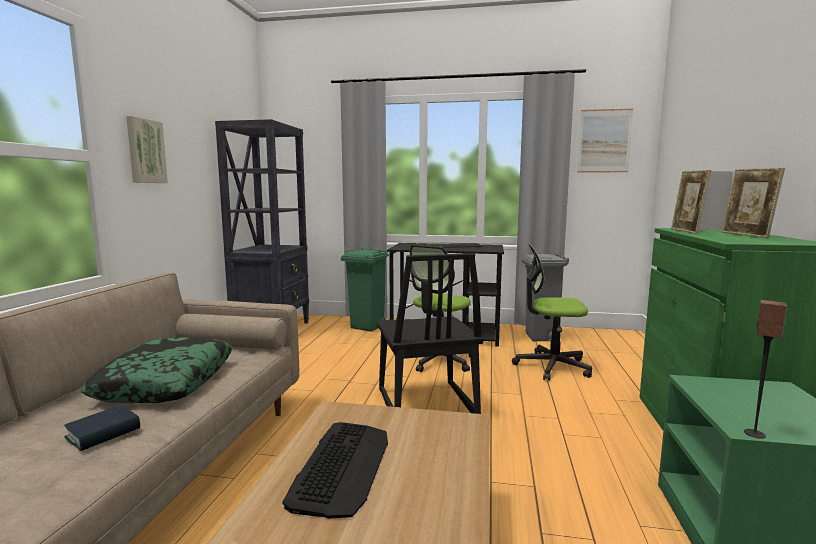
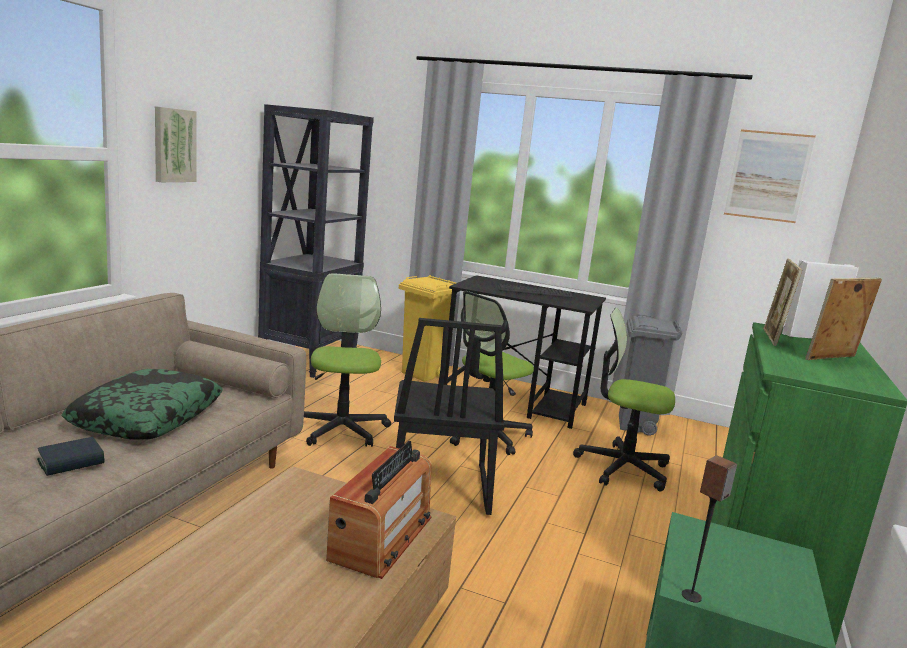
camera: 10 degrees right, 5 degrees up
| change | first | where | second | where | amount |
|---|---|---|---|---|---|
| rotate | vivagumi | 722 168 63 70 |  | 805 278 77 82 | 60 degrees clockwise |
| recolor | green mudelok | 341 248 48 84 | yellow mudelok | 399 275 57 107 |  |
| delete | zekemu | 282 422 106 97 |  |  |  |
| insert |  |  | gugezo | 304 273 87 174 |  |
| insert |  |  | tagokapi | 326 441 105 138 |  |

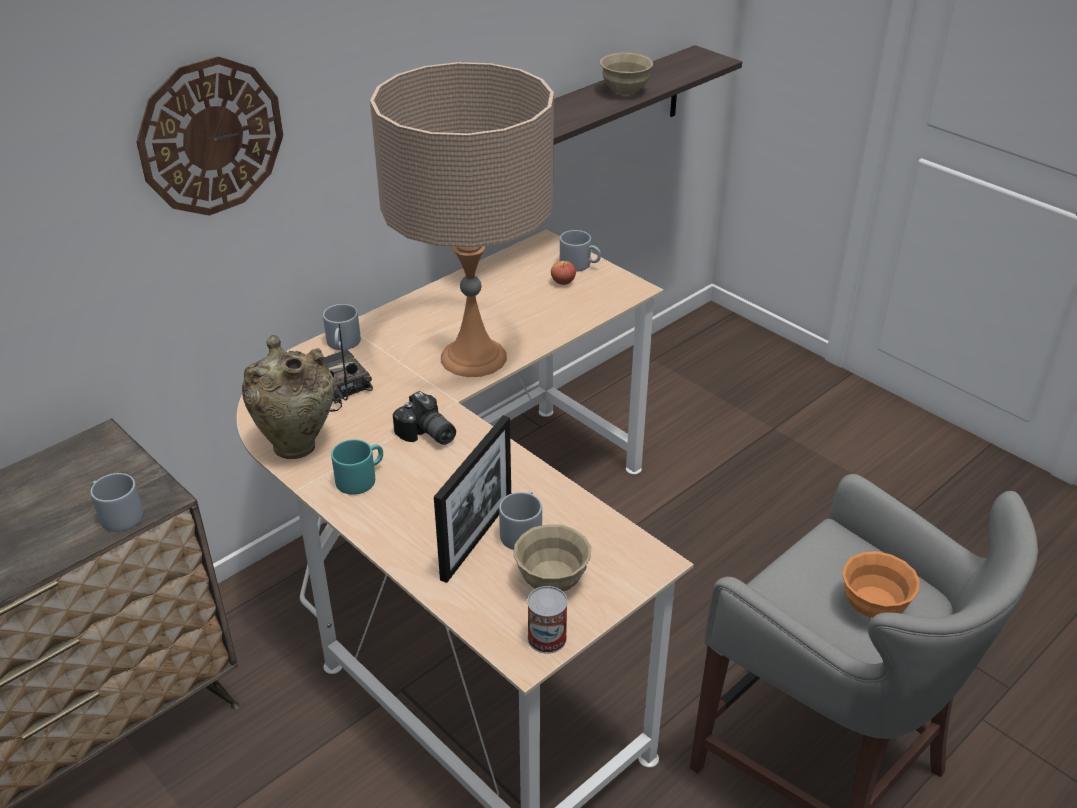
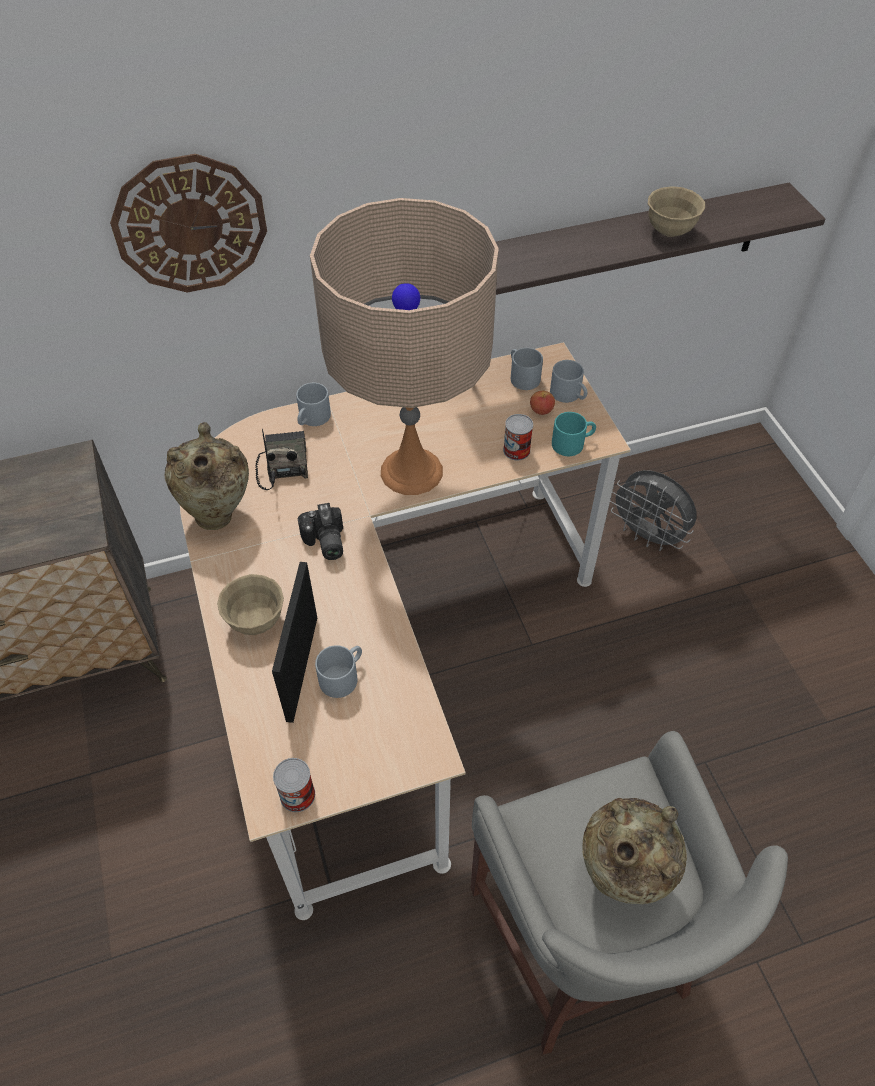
camera: 25 degrees right, 15 degrees up
| change | first | where | second | where | amount |
|---|---|---|---|---|---|
| rotate | vivagumi | 434 416 77 167 |  | 272 562 45 161 | 135 degrees clockwise |
| move | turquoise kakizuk | 331 439 52 56 |  | 552 412 44 44 |  |
| move | grey kakizuk | 91 473 53 59 |  | 511 348 32 42 |  |
| move | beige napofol | 513 524 78 67 |  | 217 574 67 61 |  |
| replace | orange napofol | 842 551 78 67 | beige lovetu | 582 798 105 106 |  |
| insert |  |  | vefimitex | 503 414 30 47 |  |
| insert |  |  | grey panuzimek | 610 470 87 81 |  |

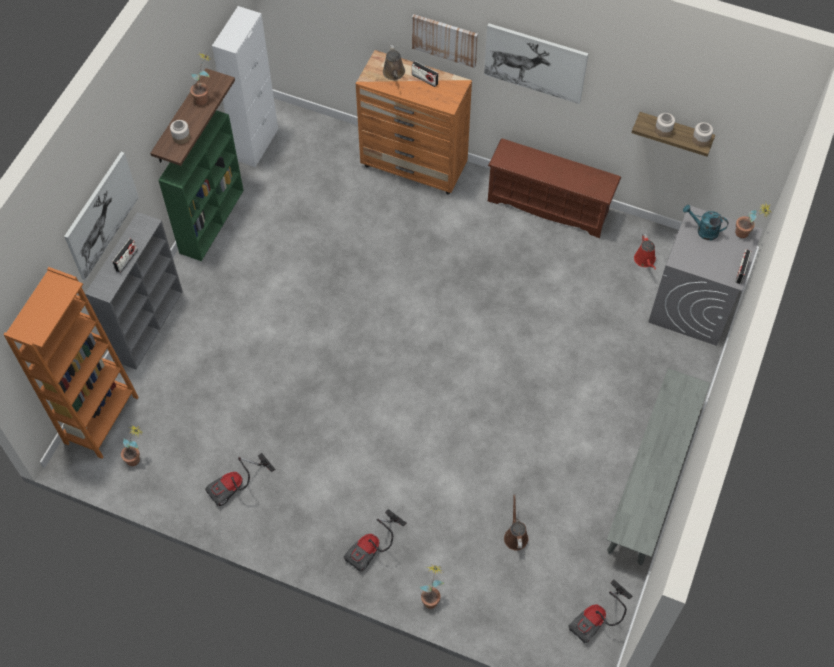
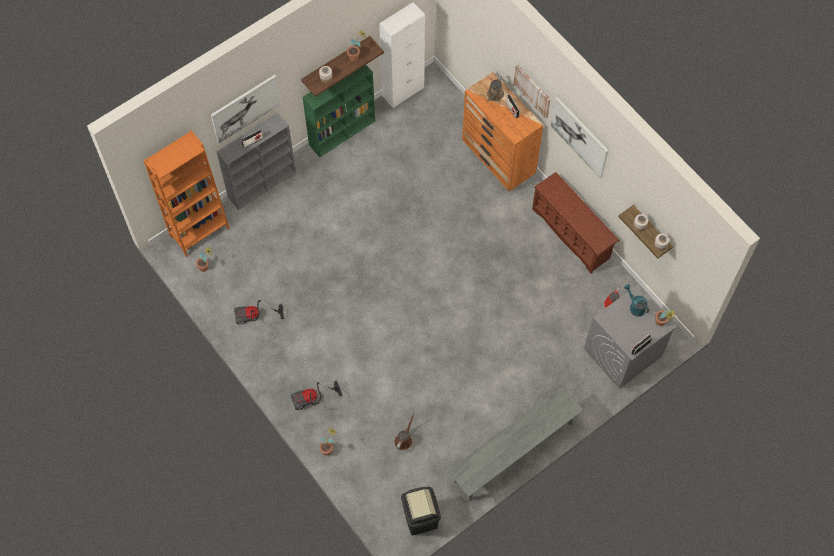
camera: 30 degrees right, 5 degrees up
| change | first | where | second | where | amount |
|---|---|---|---|---|---|
| replace | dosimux | 568 579 65 65 | black mudelok | 401 487 40 48 |  |

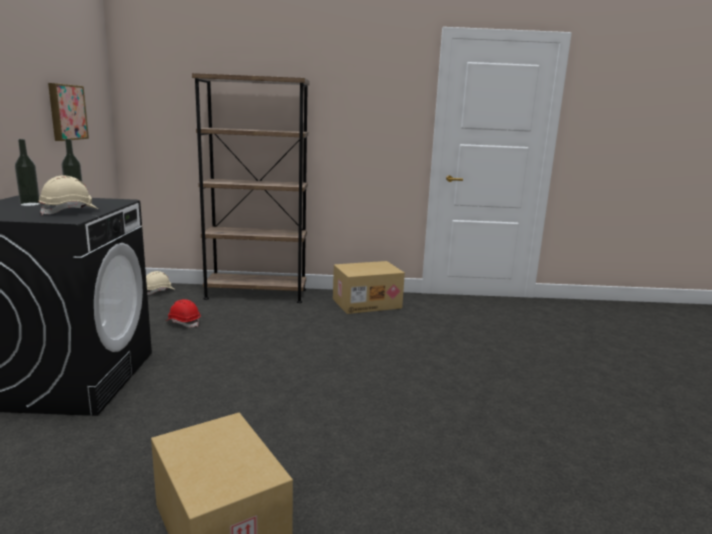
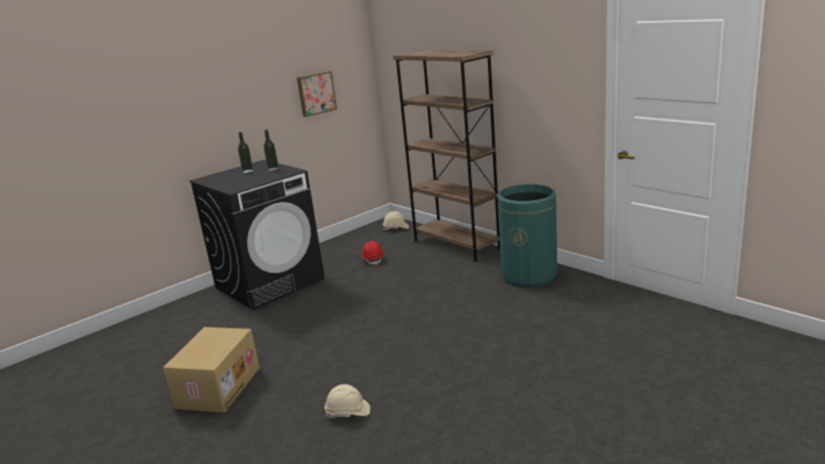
camera: 50 degrees right, 5 degrees up
| change | first | where | second | where | amount |
|---|---|---|---|---|---|
| move | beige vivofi | 39 175 61 40 |  | 325 384 45 35 |  |
| replace | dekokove | 333 261 72 53 | green mudelok | 497 184 60 103 |  |

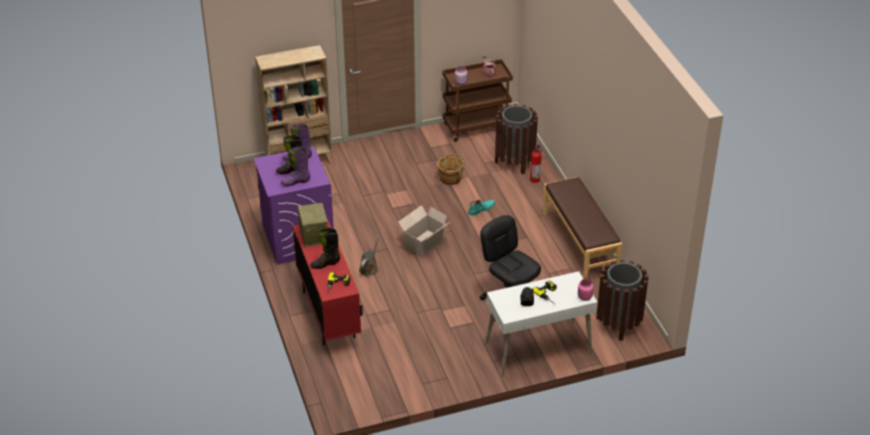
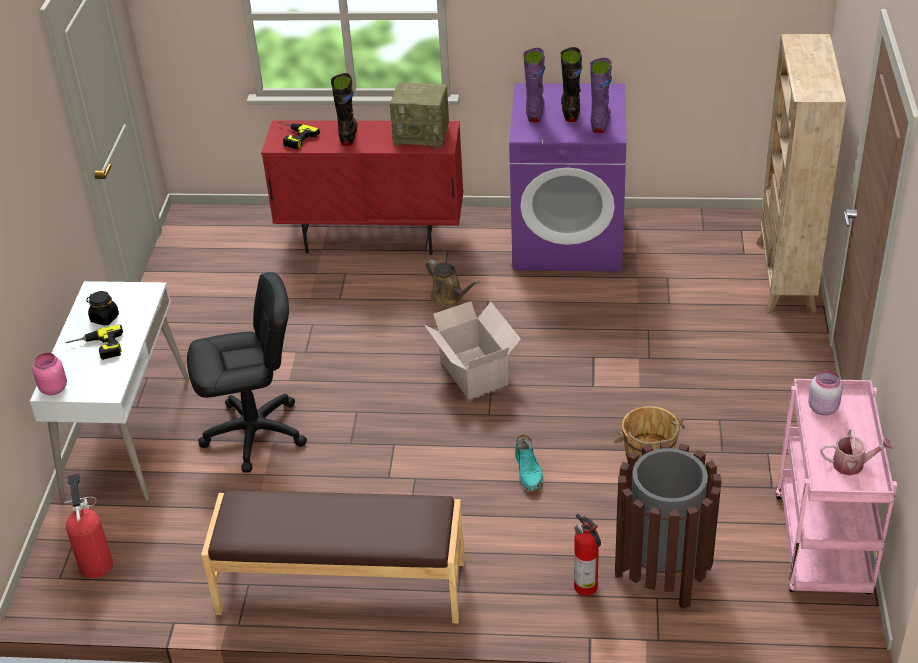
camera: 115 degrees right, 0 degrees up
| change | first | where | second | where | amount |
|---|---|---|---|---|---|
| recolor | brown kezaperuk | 442 59 71 83 | pink kezaperuk | 776 379 121 215 |  |
| replace | brown mudelok | 596 260 53 80 | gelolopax | 64 473 49 105 |  |

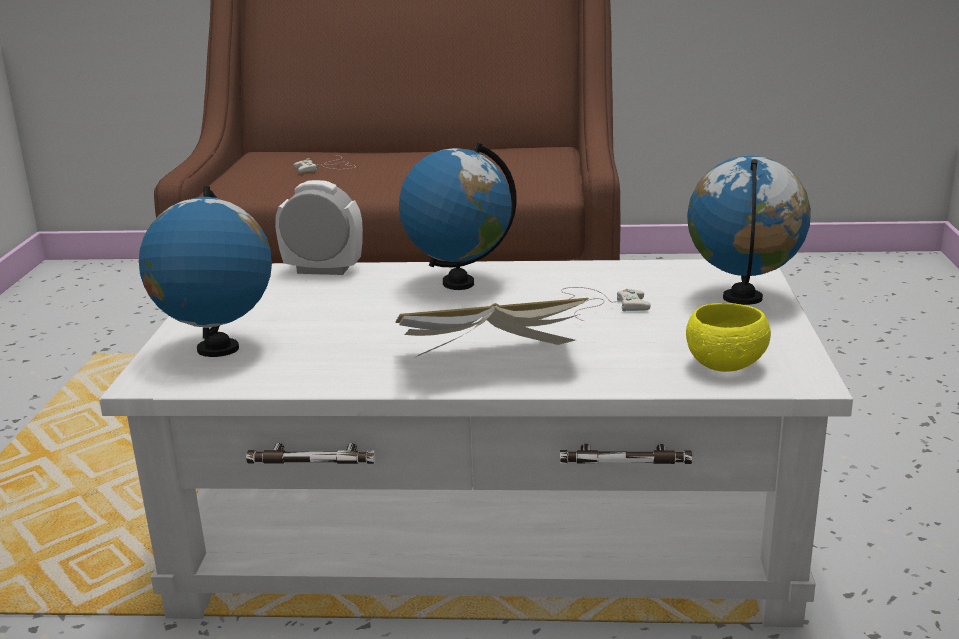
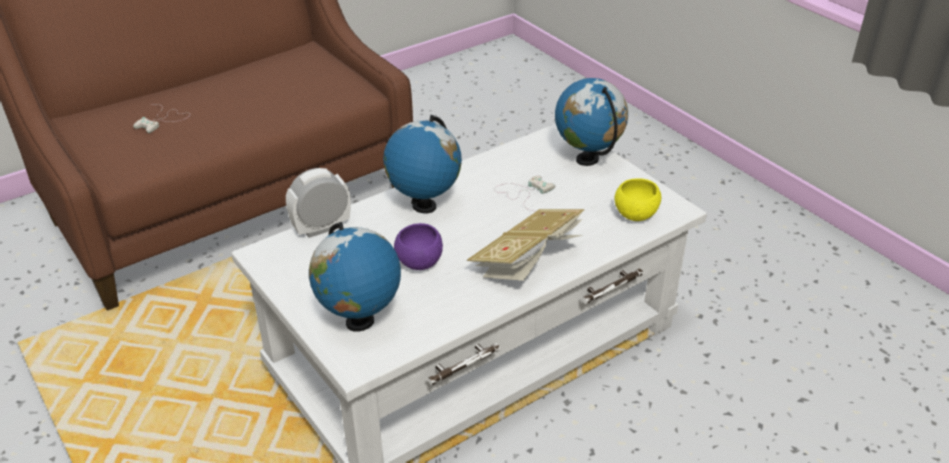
camera: 40 degrees left, 15 degrees up
| change | first | where | second | where | amount |
|---|---|---|---|---|---|
| insert |  |  | purple napofol | 394 223 49 47 |  |

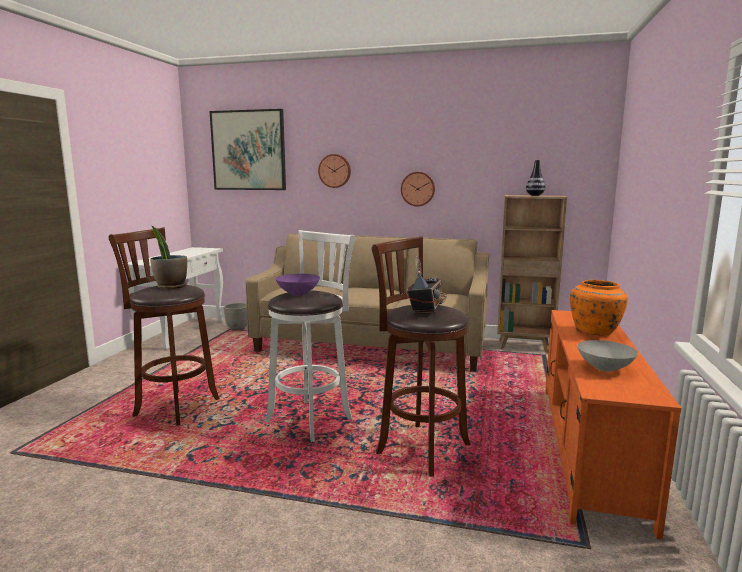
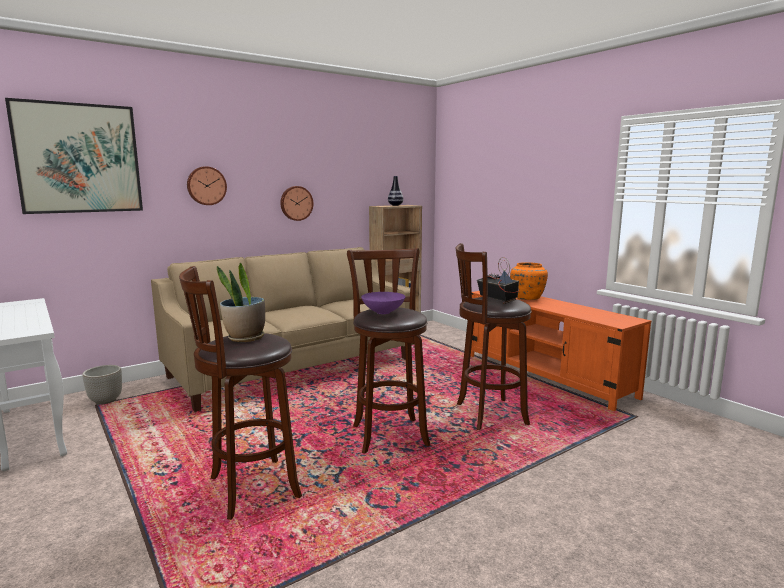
camera: 50 degrees left, 0 degrees up
| change | first | where | second | where | amount |
|---|---|---|---|---|---|
| recolor | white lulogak | 265 230 90 212 | brown lulogak | 347 248 83 206 |  |
| delete | grey napofol | 577 340 61 32 |  |  |  |

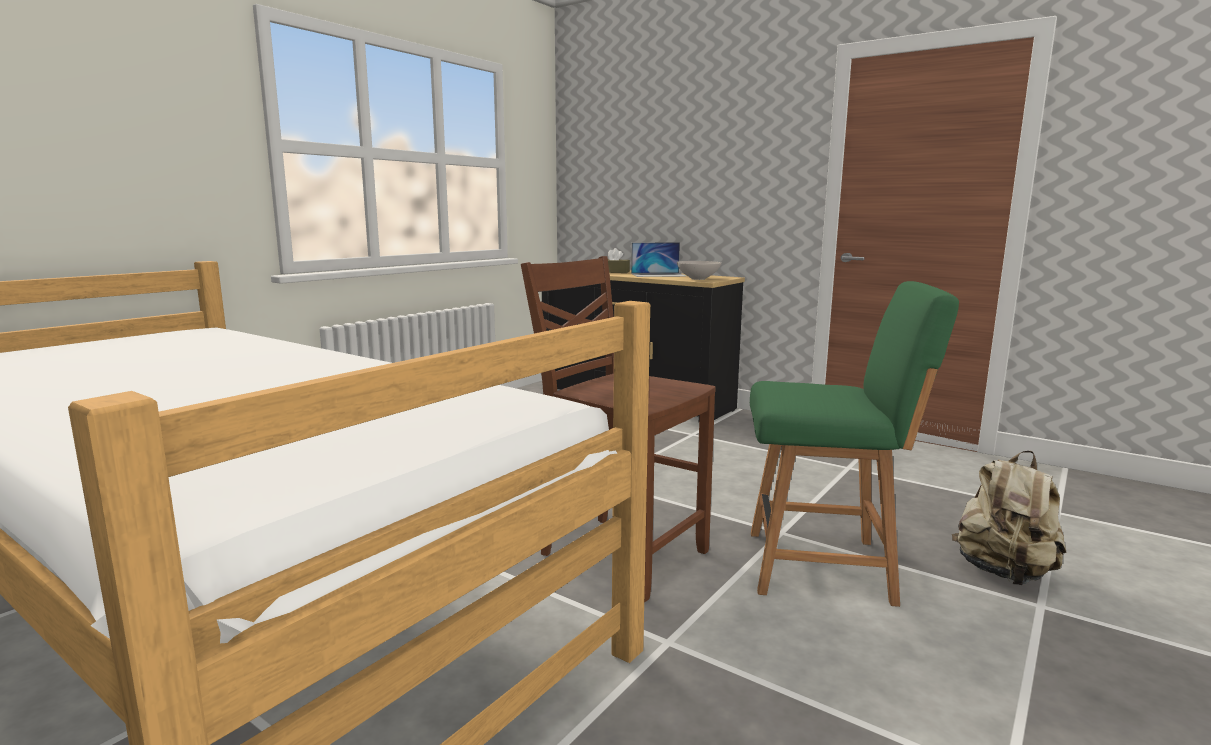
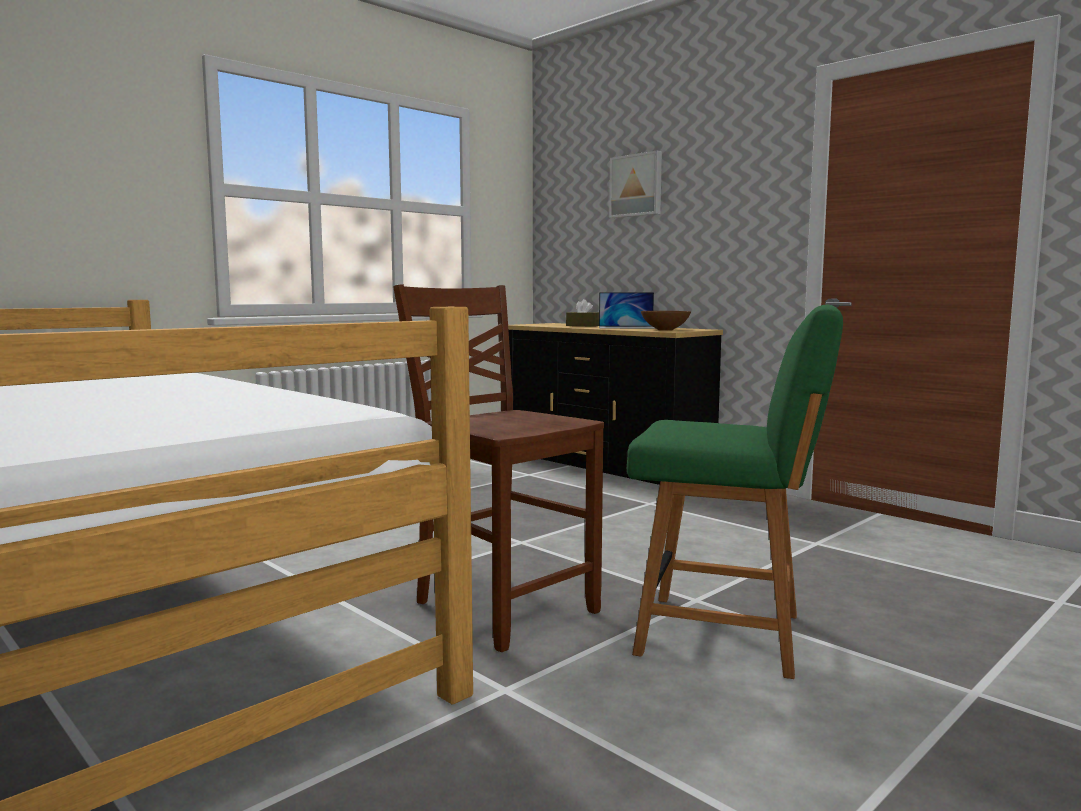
camera: 10 degrees right, 5 degrees down
| change | first | where | second | where | amount |
|---|---|---|---|---|---|
| recolor | white napofol | 677 261 44 19 | brown napofol | 641 311 50 20 |  |
| delete | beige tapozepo | 952 450 114 135 |  |  |  |
| insert |  |  | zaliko | 609 151 53 67 |  |

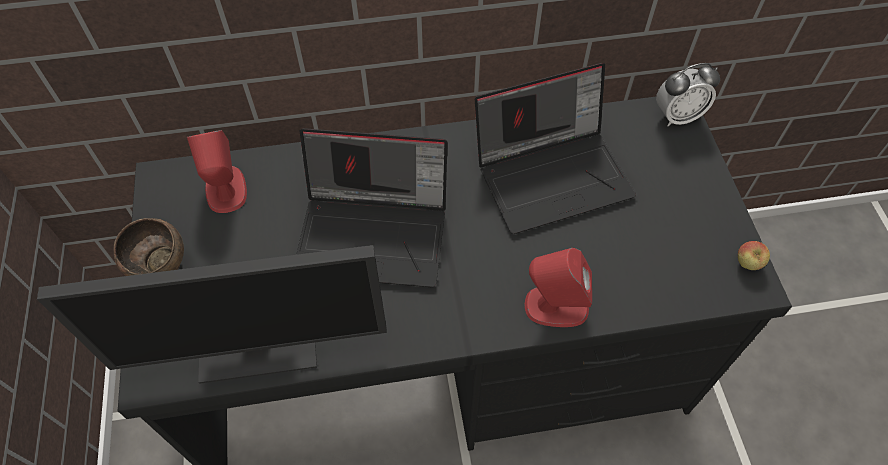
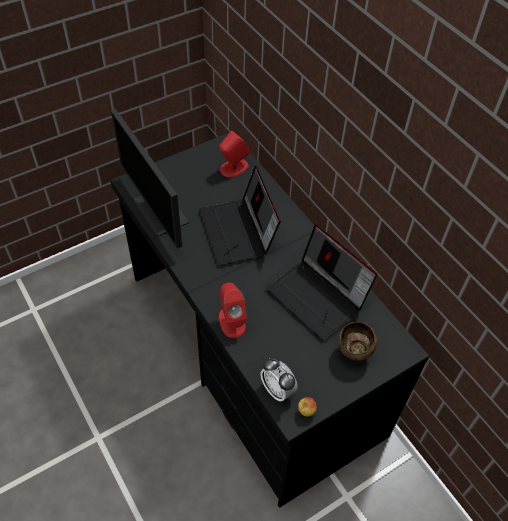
camera: 65 degrees right, 5 degrees down
| change | first | where | second | where | amount |
|---|---|---|---|---|---|
| move | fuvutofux | 656 63 64 63 |  | 260 357 38 45 |  |
| move | brown napofol | 114 218 70 58 |  | 338 322 39 39 |  |

